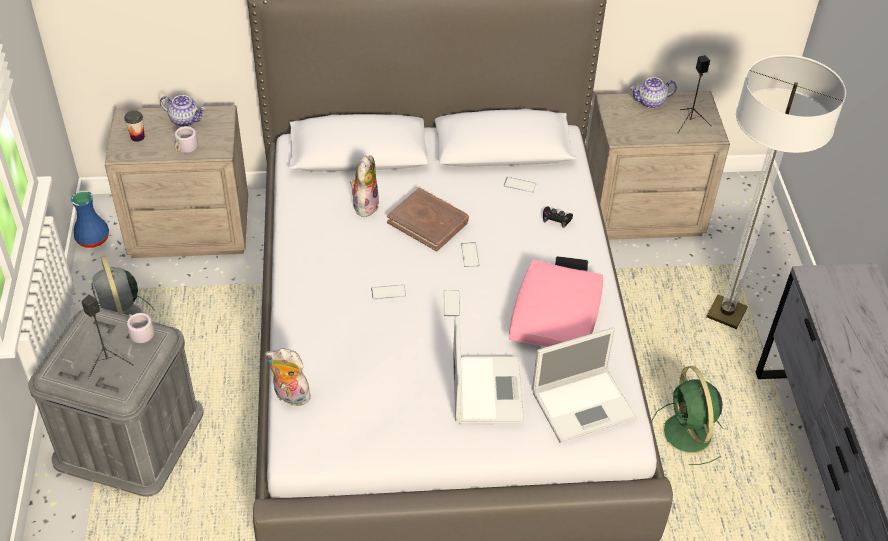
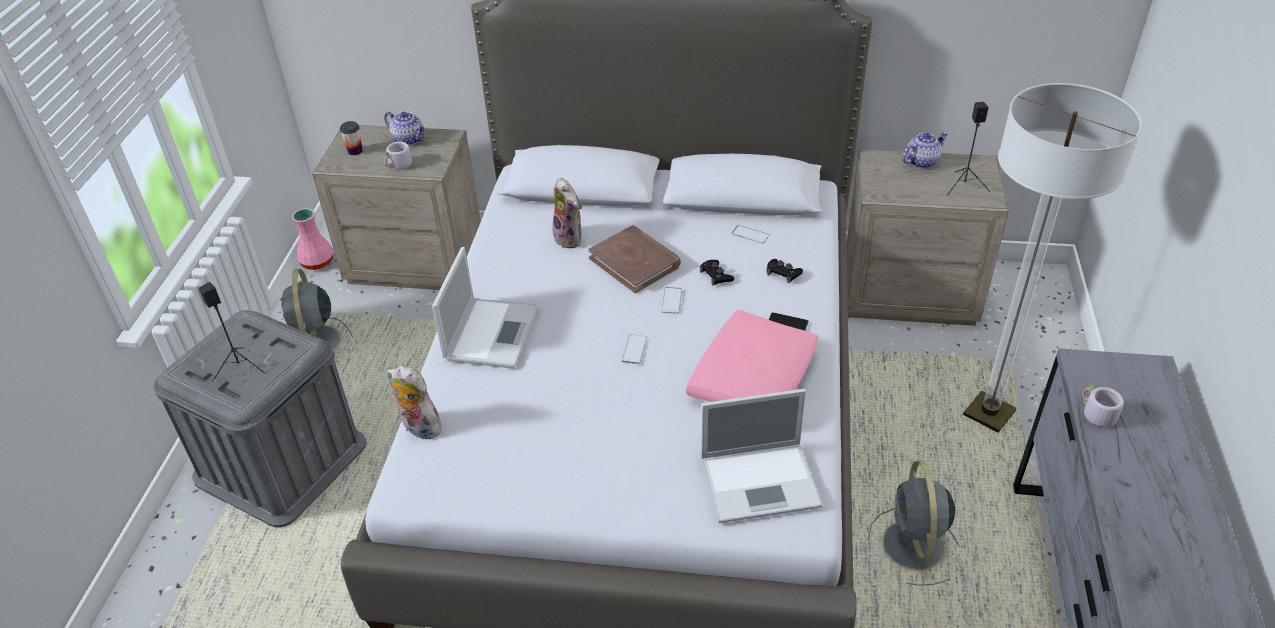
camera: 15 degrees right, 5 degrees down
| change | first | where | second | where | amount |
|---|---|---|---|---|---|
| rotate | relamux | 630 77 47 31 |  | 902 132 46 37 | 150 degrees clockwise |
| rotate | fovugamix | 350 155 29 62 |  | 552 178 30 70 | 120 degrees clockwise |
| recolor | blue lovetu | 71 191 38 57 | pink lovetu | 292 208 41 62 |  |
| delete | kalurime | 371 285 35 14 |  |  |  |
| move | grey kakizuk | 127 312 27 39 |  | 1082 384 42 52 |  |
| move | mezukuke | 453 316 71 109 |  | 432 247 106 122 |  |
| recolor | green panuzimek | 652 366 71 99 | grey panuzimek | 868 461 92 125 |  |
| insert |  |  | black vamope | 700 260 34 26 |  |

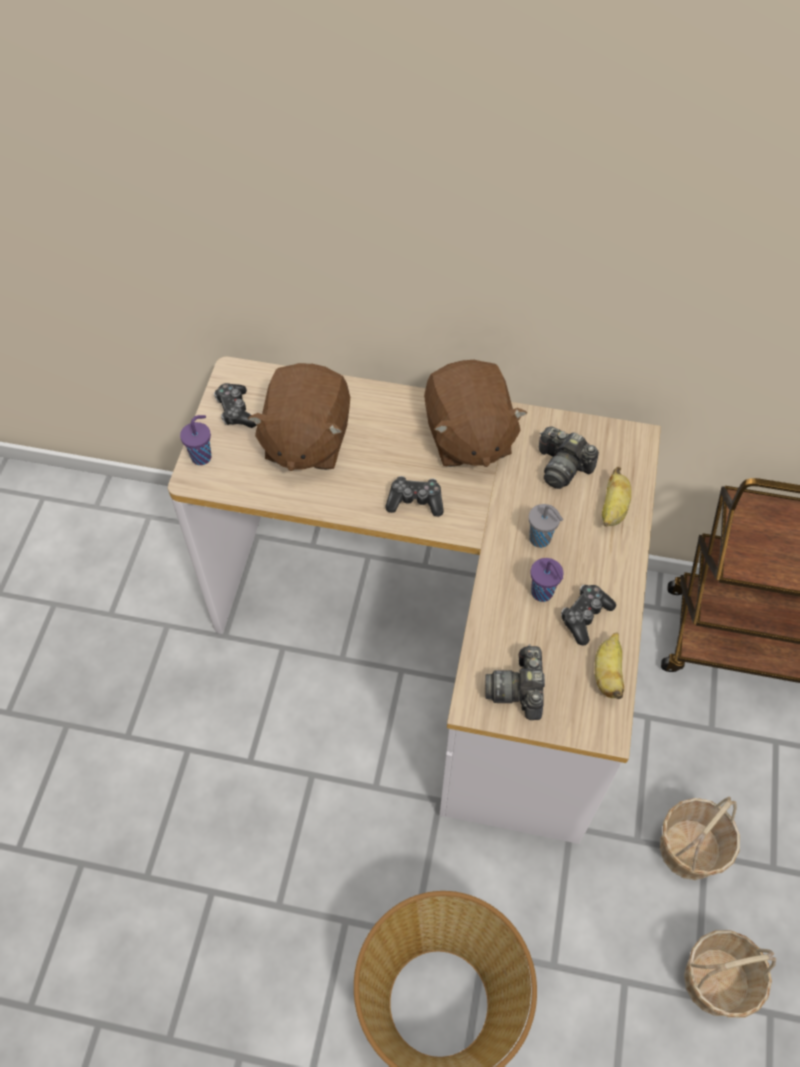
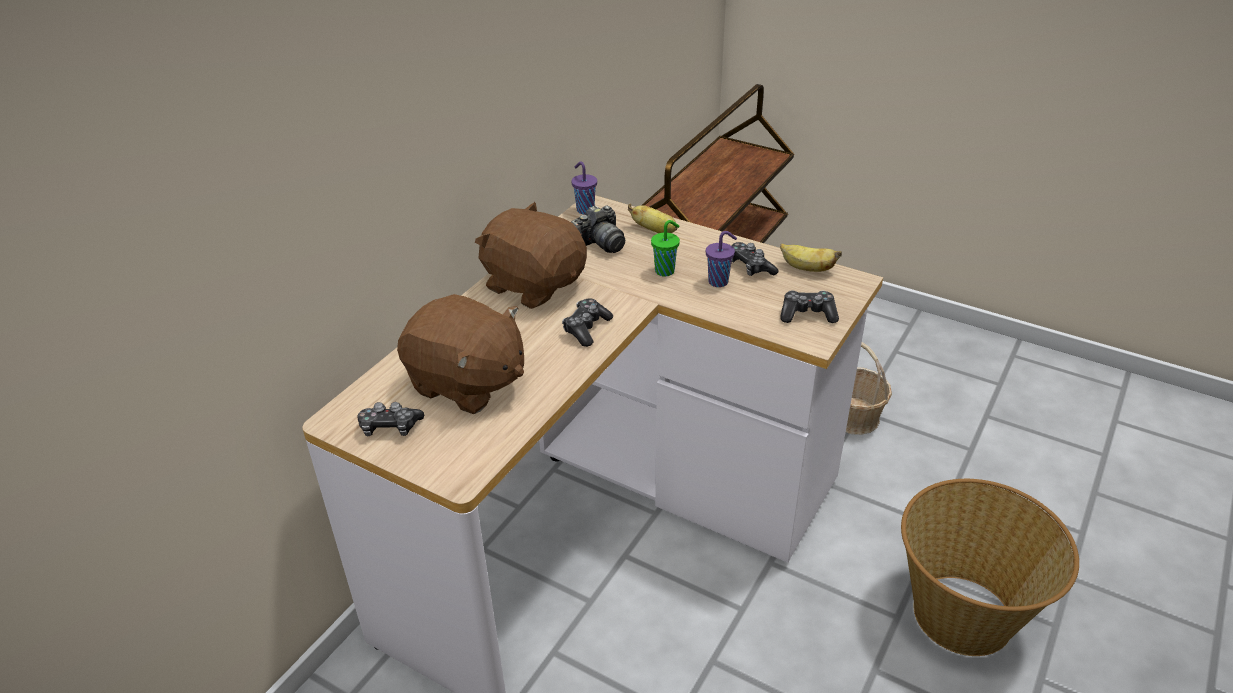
camera: 70 degrees left, 20 degrees down
| change | first | where | second | where | amount |
|---|---|---|---|---|---|
| rotate | brown fovugamix | 424 360 103 107 |  | 475 202 112 107 | 150 degrees counterclockwise |
| move | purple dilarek | 180 415 31 50 |  | 571 162 26 52 |  |
| recolor | grey dilarek | 529 504 34 44 | green dilarek | 651 220 29 56 |  |
| replace | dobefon | 485 644 60 76 | vamope | 780 290 59 33 |  |
| delete | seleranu | 684 930 92 87 |  |  |  |

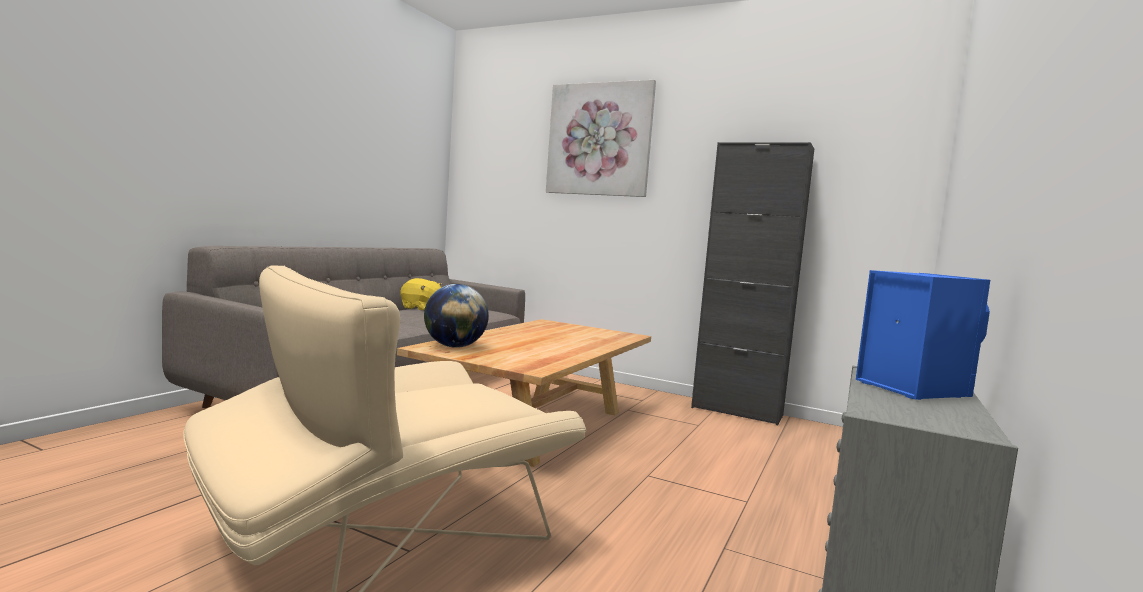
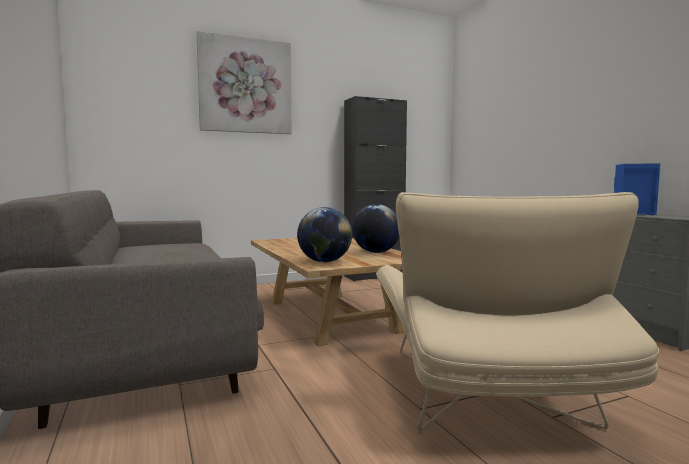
camera: 50 degrees left, 0 degrees up
| change | first | where | second | where | amount |
|---|---|---|---|---|---|
| delete | yellow fovugamix | 401 278 41 33 |  |  |  |
| insert |  |  | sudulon | 352 204 47 49 |  |

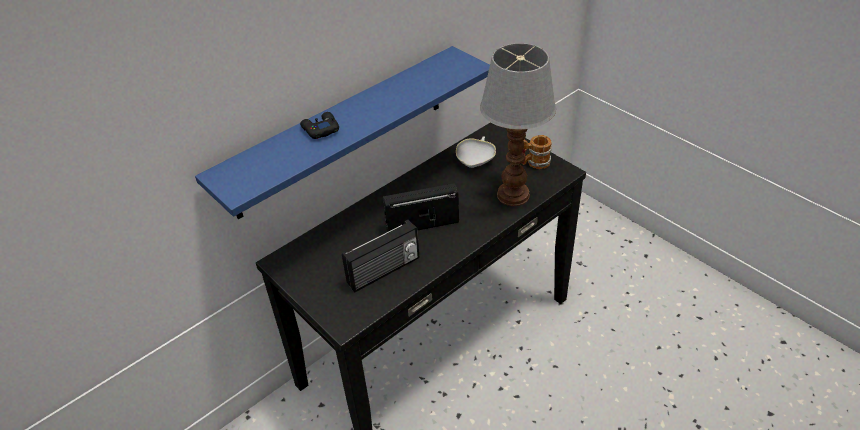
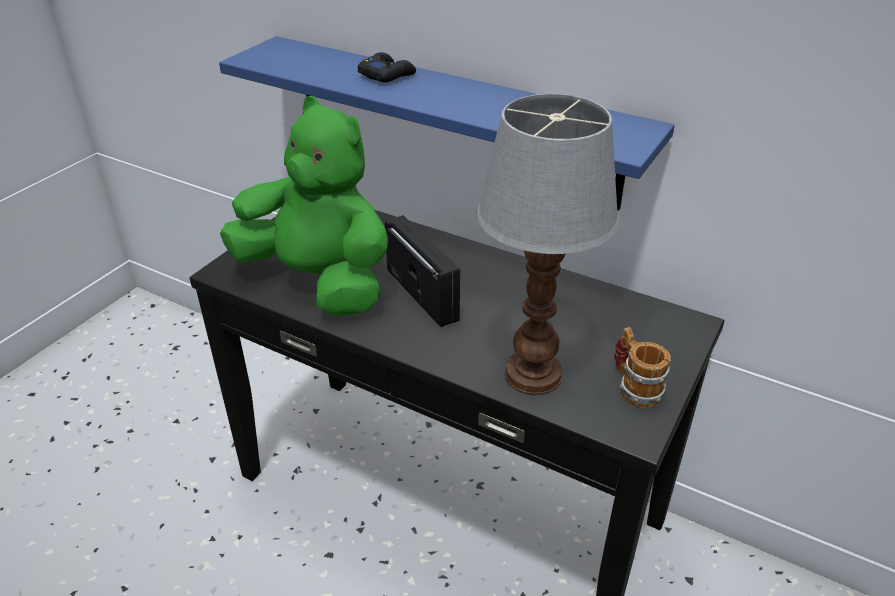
camera: 70 degrees right, 5 degrees down
| change | first | where | second | where | amount |
|---|---|---|---|---|---|
| delete | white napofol | 456 136 40 32 |  |  |  |
| replace | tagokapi | 342 220 77 73 | green fovugamix | 220 96 168 220 |  |

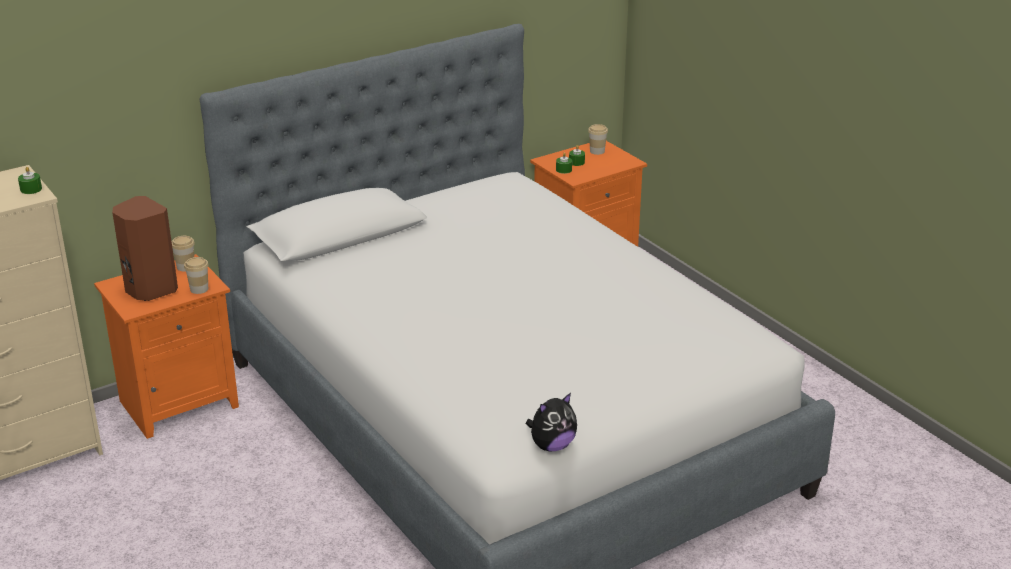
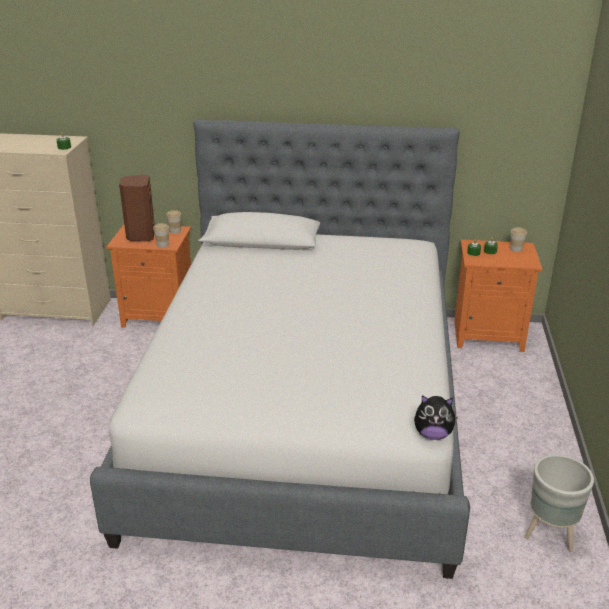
camera: 40 degrees right, 0 degrees up
| change | first | where | second | where | amount |
|---|---|---|---|---|---|
| move | fovugamix | 526 393 51 58 |  | 414 395 44 45 |  |
| insert |  |  | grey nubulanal | 524 454 70 98 |  |

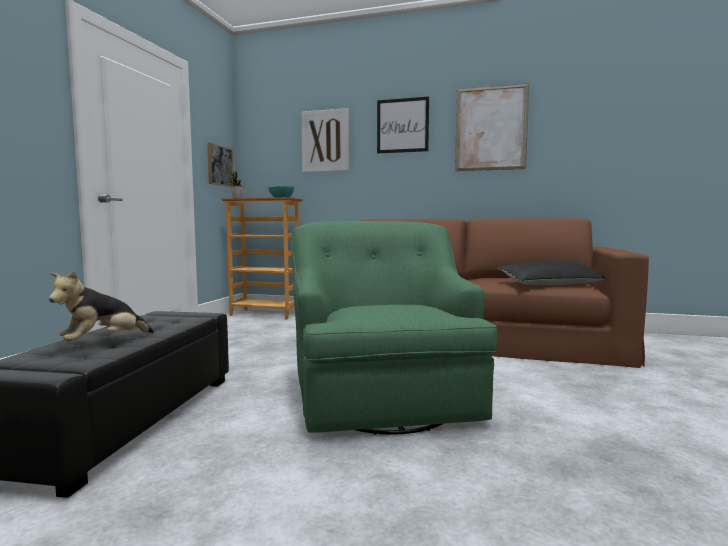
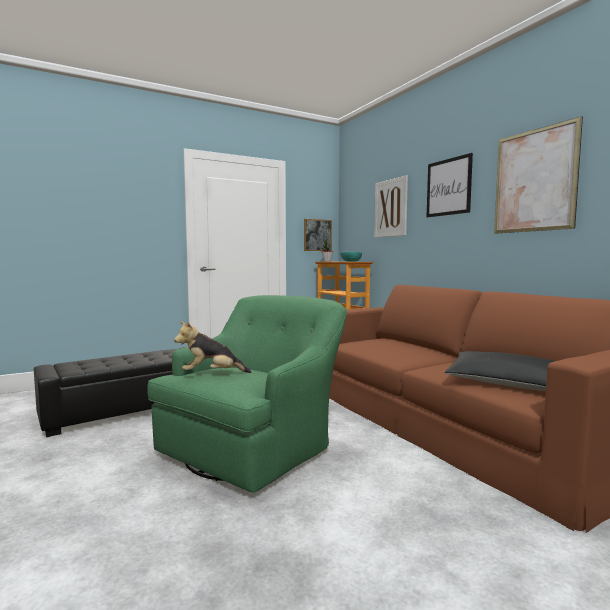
camera: 45 degrees right, 0 degrees up
| change | first | where | second | where | amount |
|---|---|---|---|---|---|
| move | fovugamix | 49 270 105 72 |  | 174 321 77 52 |  |

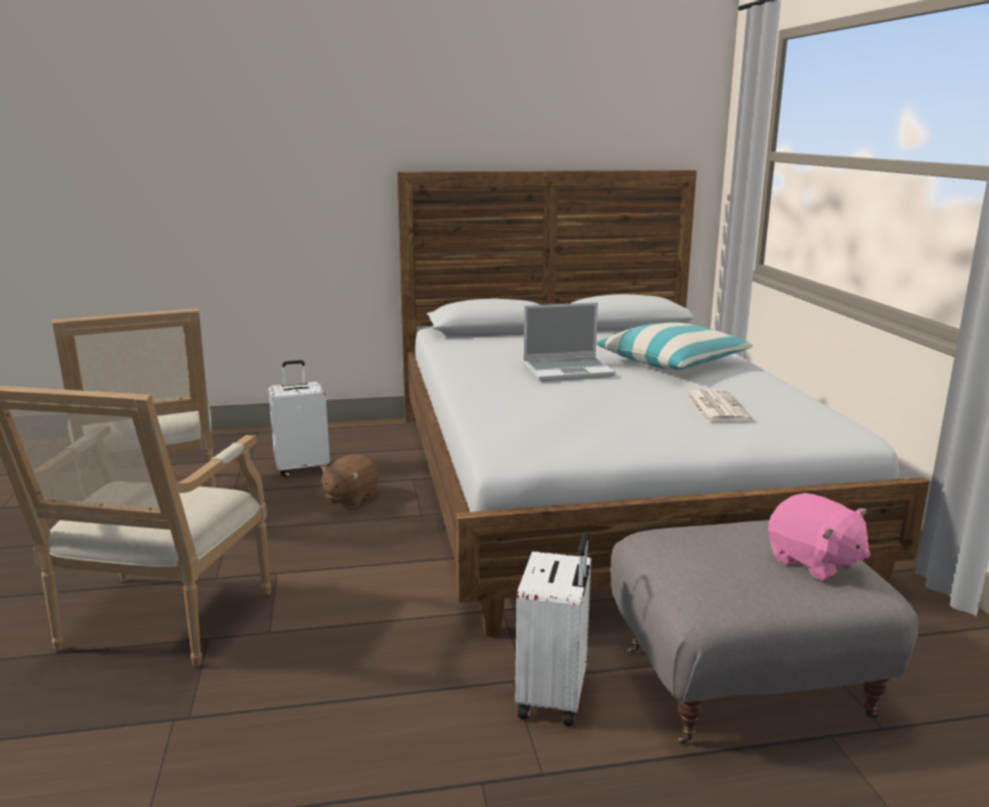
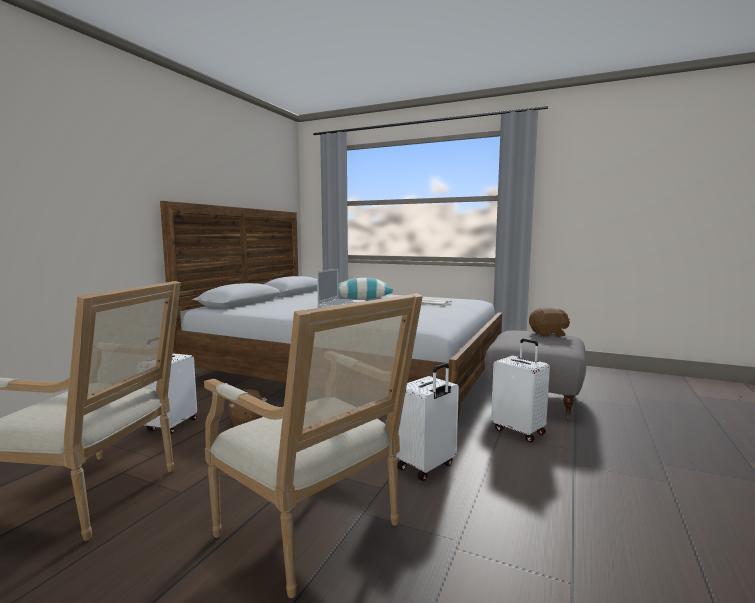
camera: 55 degrees left, 10 degrees down
| change | first | where | second | where | amount |
|---|---|---|---|---|---|
| recolor | pink fovugamix | 768 493 103 88 | brown fovugamix | 529 308 41 29 |  |
| insert |  |  | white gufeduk | 397 363 62 118 |  |

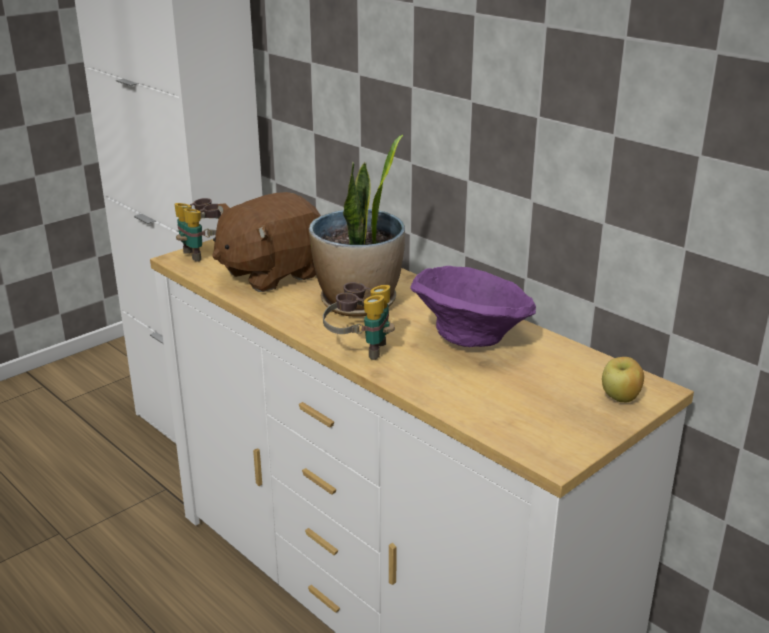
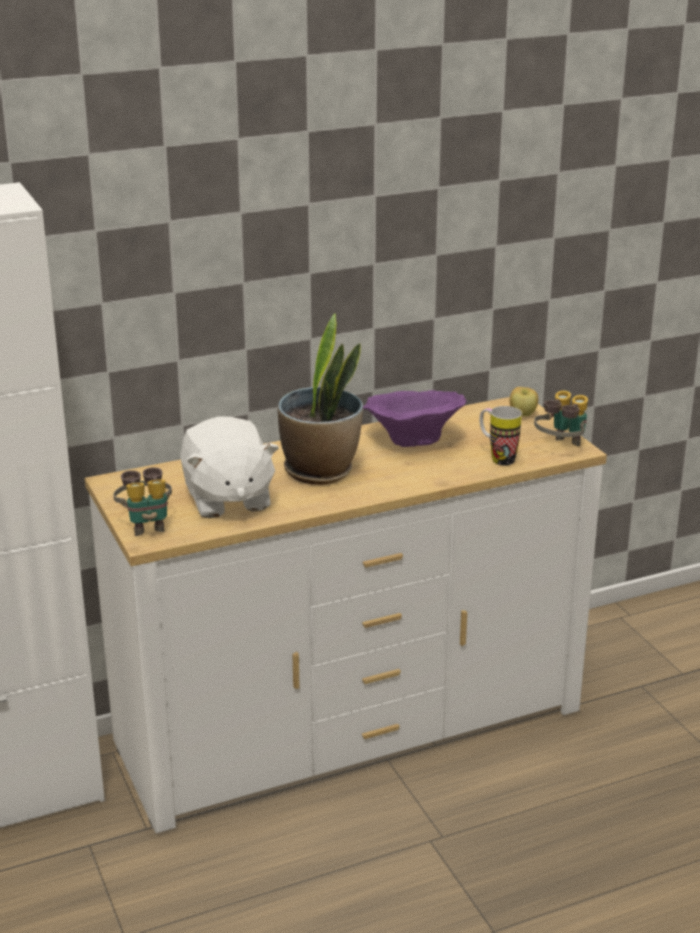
camera: 70 degrees left, 0 degrees up
| change | first | where | second | where | amount |
|---|---|---|---|---|---|
| recolor | brown fovugamix | 212 192 109 100 | white fovugamix | 180 416 99 102 |  |
| move | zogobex | 323 282 72 78 |  | 534 390 54 57 |  |
| insert |  |  | kakizuk | 480 406 42 59 |  |

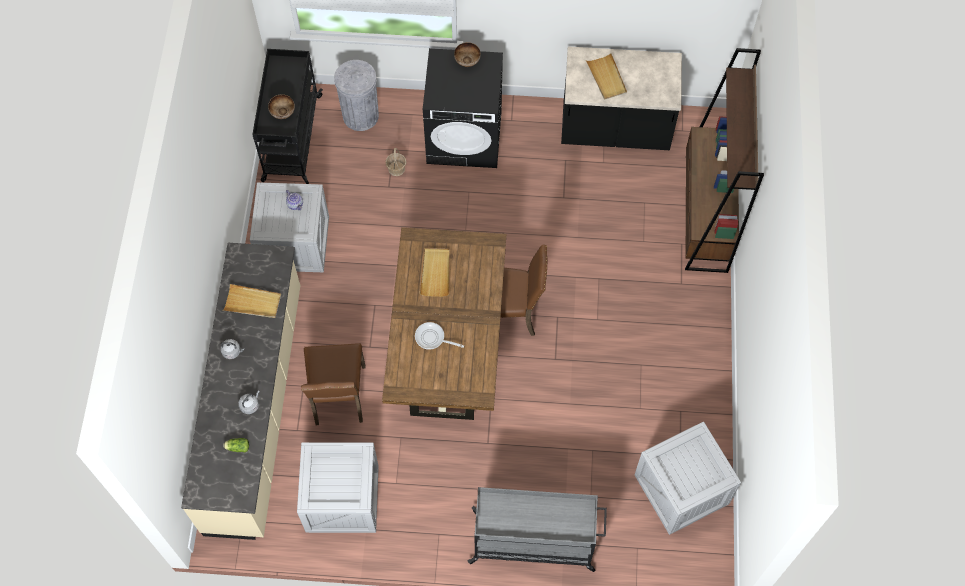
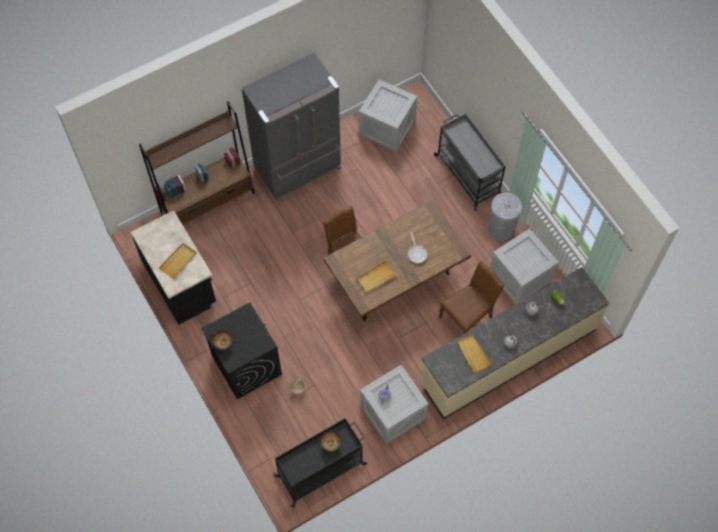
camera: 125 degrees left, 0 degrees up
| change | first | where | second | where | amount |
|---|---|---|---|---|---|
| move | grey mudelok | 334 60 45 71 |  | 488 193 34 48 |  |
| insert |  |  | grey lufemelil | 242 53 99 148 |  |

